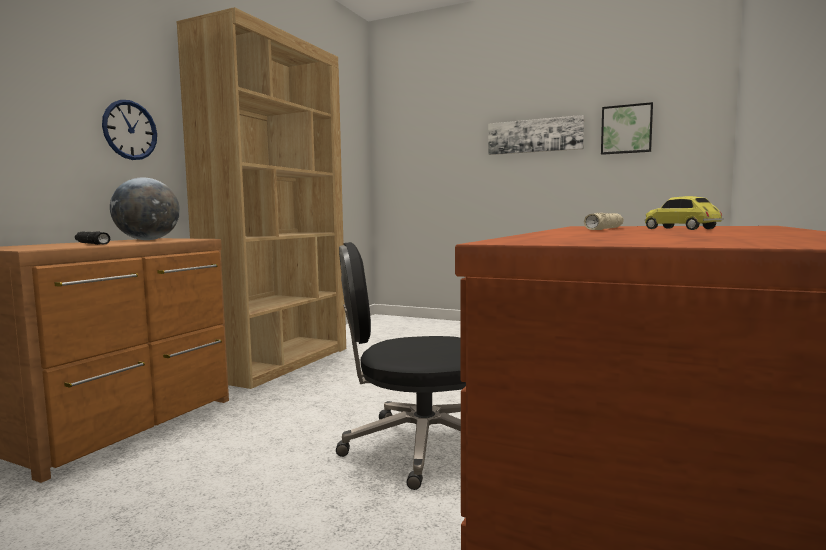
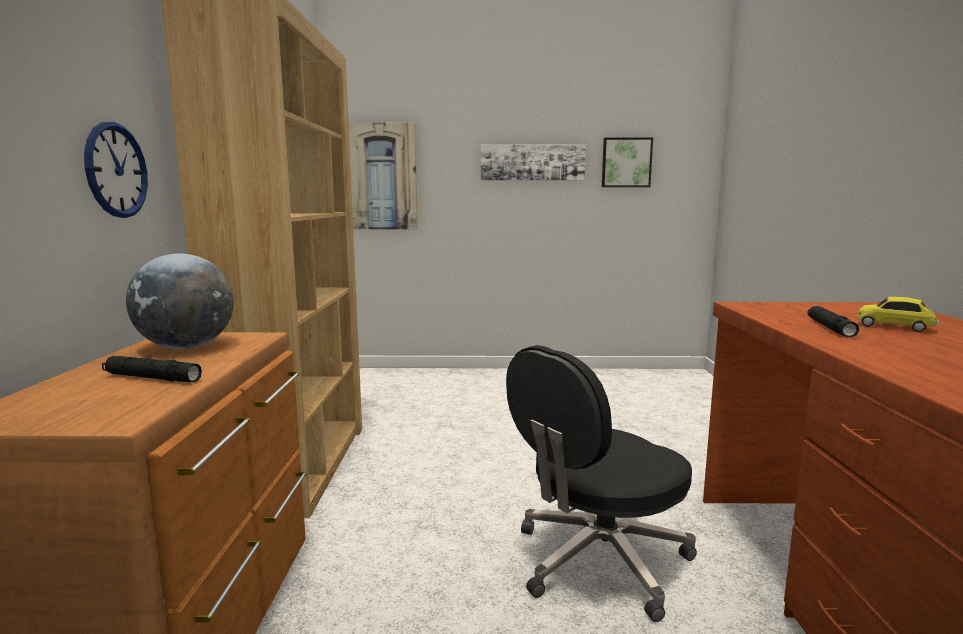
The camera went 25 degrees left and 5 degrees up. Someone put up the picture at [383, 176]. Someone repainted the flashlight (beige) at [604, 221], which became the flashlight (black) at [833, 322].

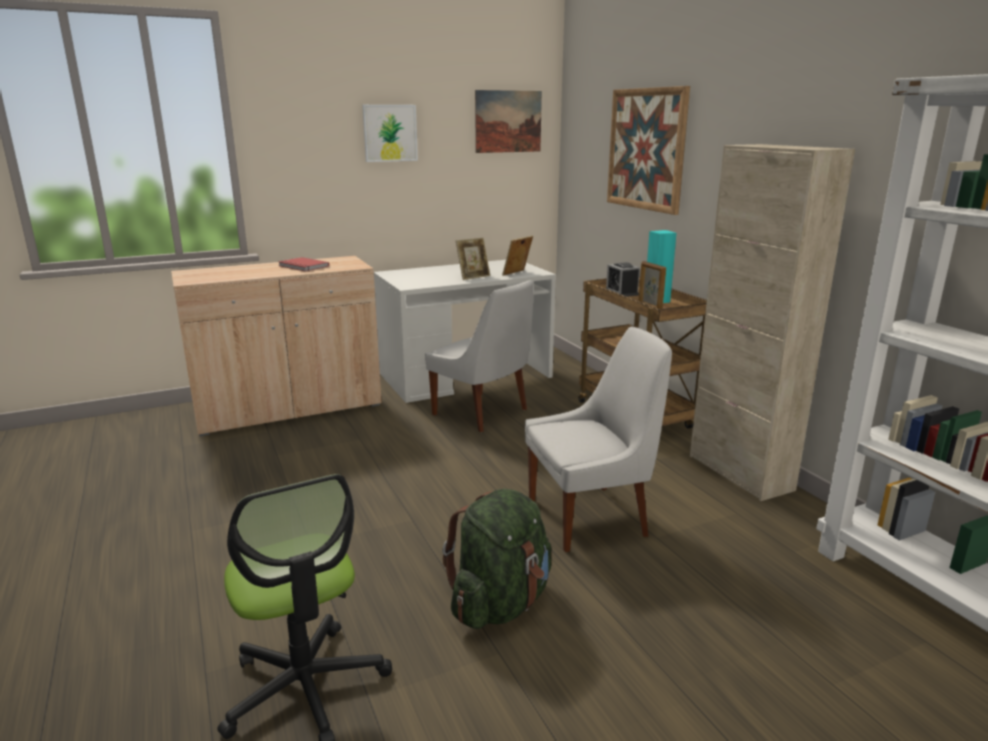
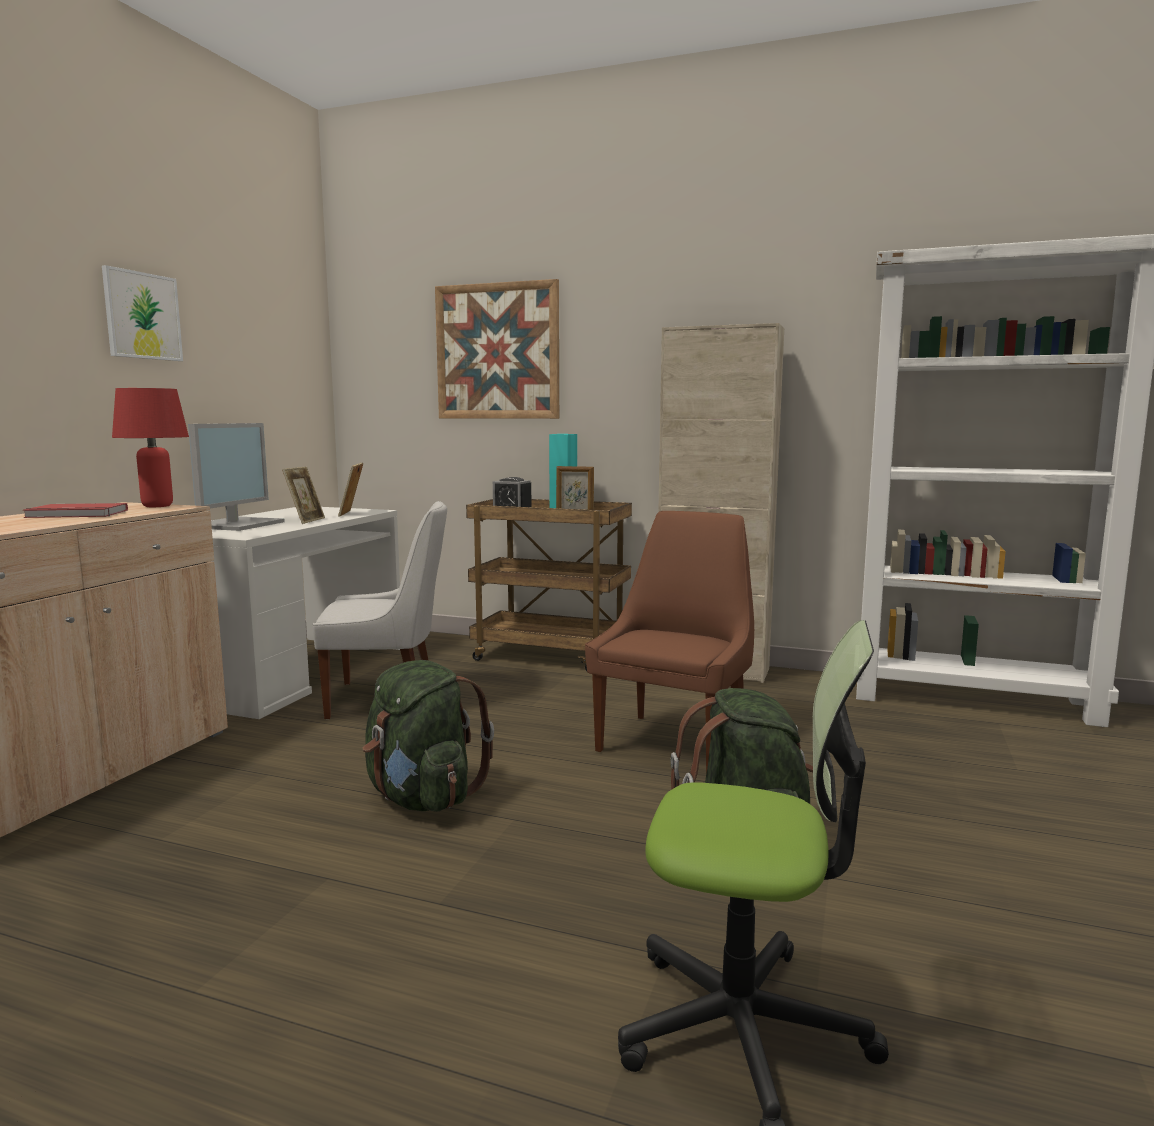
The camera went 45 degrees left and 10 degrees down. Someone took away the picture at [508, 121]. Someone put down the table lamp (red) at [150, 447]. Someone put down the monitor at [236, 477]. Someone put down the backpack (green) at [428, 736]. Someone repainted the chair (white) at [598, 439], which became the chair (brown) at [669, 642].

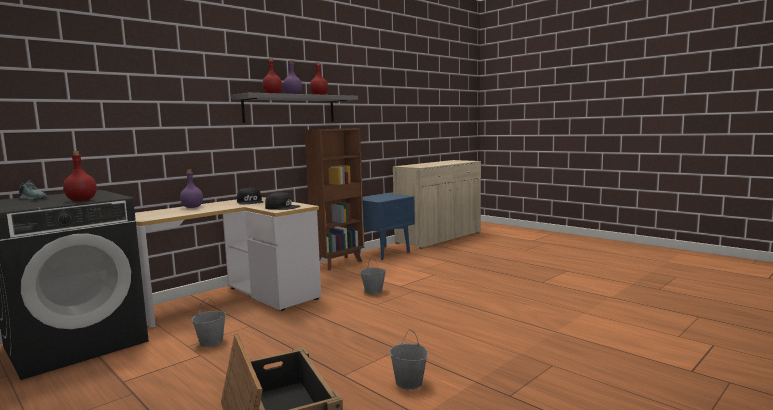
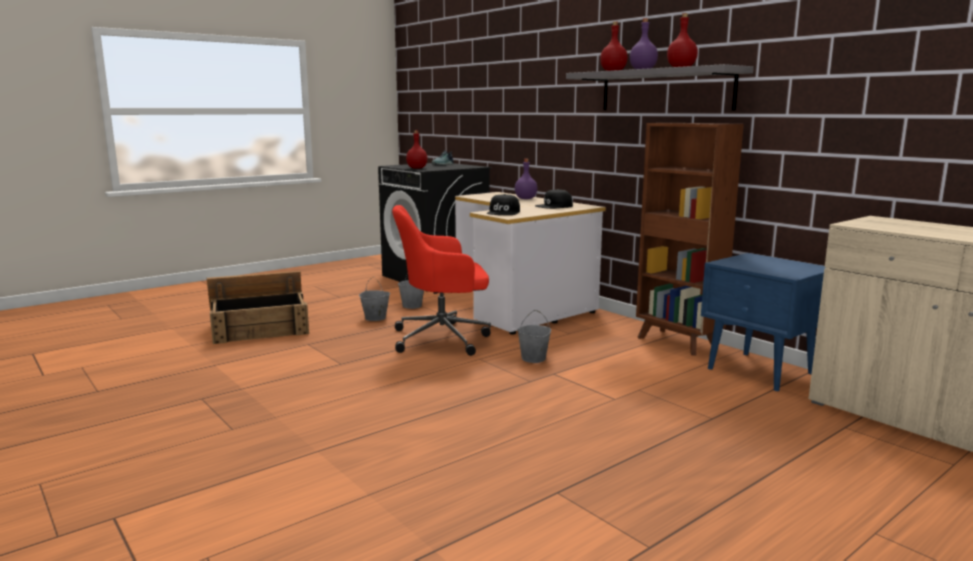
The camera went 95 degrees right and 5 degrees up. Someone put down the office chair (red) at [441, 280]. Someone carried the bucket (grey) from [408, 360] to [374, 299].

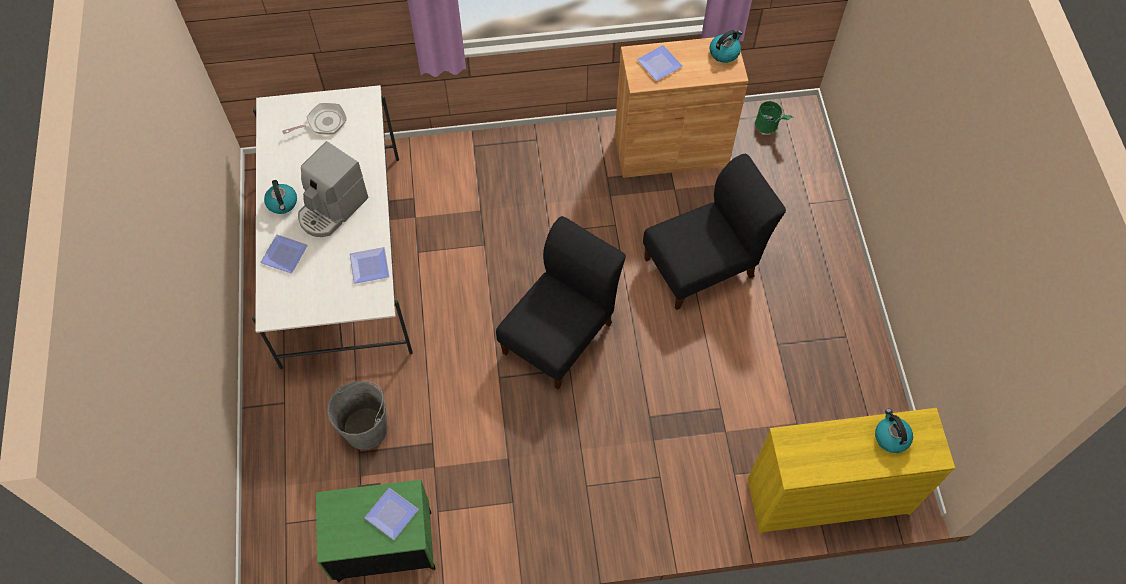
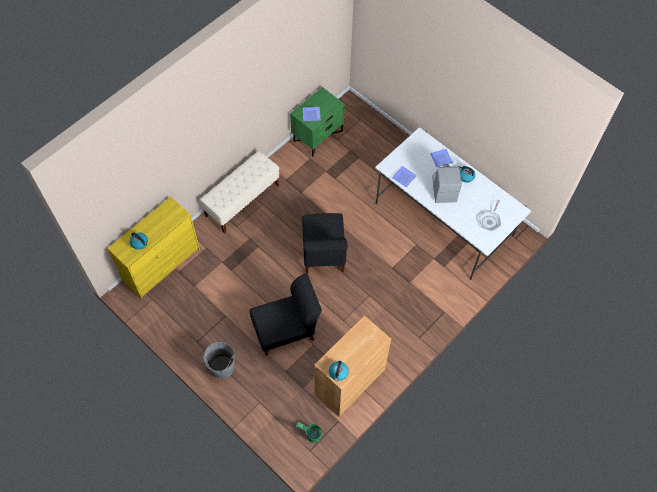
The camera went 140 degrees right and 0 degrees up. Someone took away the plate at [660, 63]. Someone put down the bench (beige) at [239, 192]. Someone carried the bucket (grey) from [357, 415] to [219, 360]. Someone rotated the chair (black) at [714, 232] by 135 degrees counterclockwise.

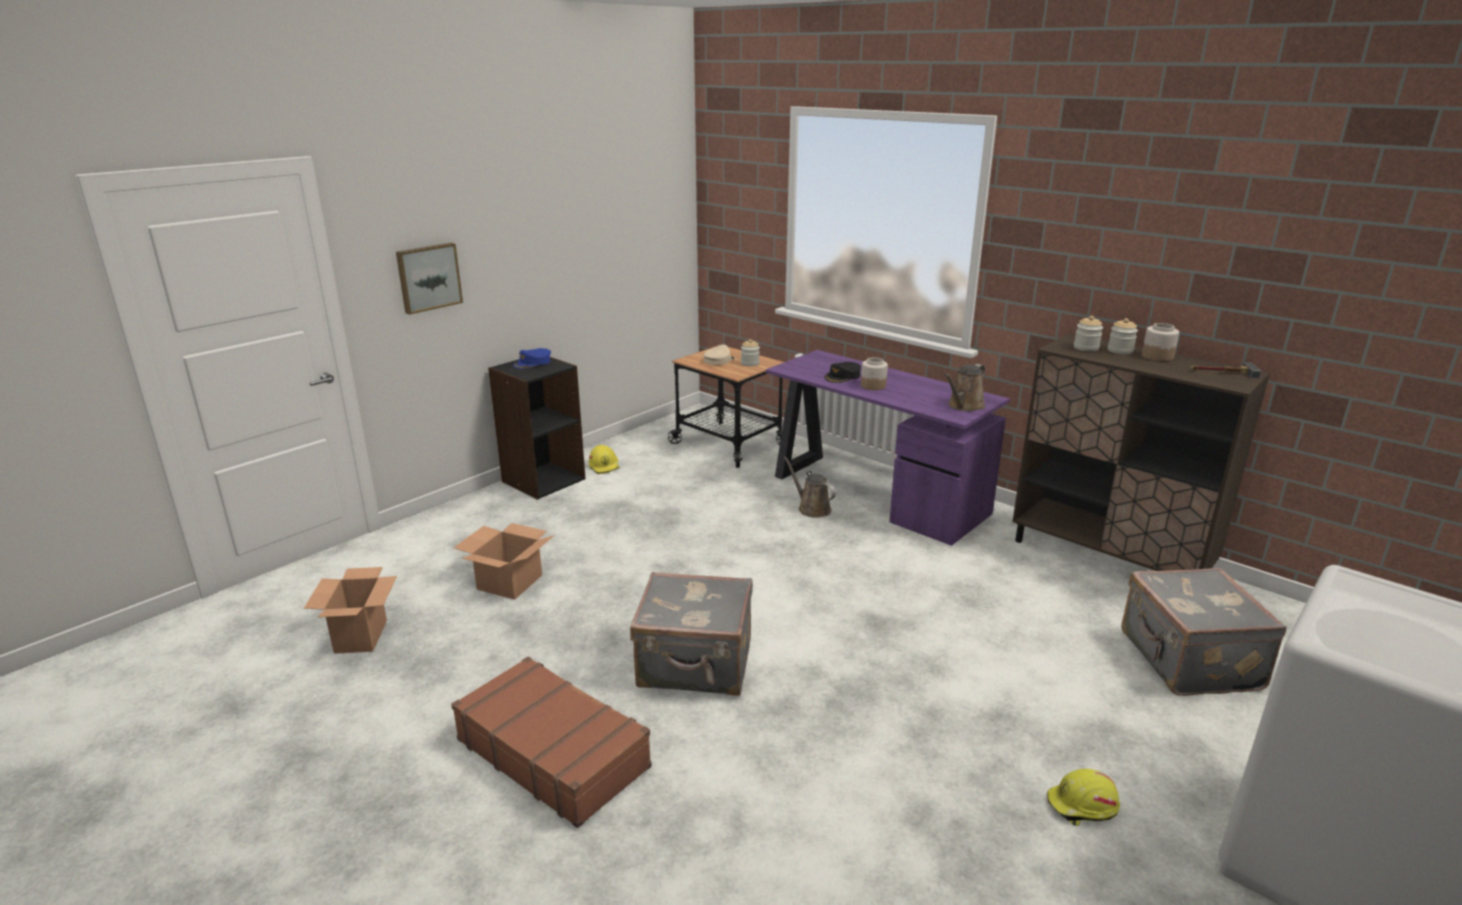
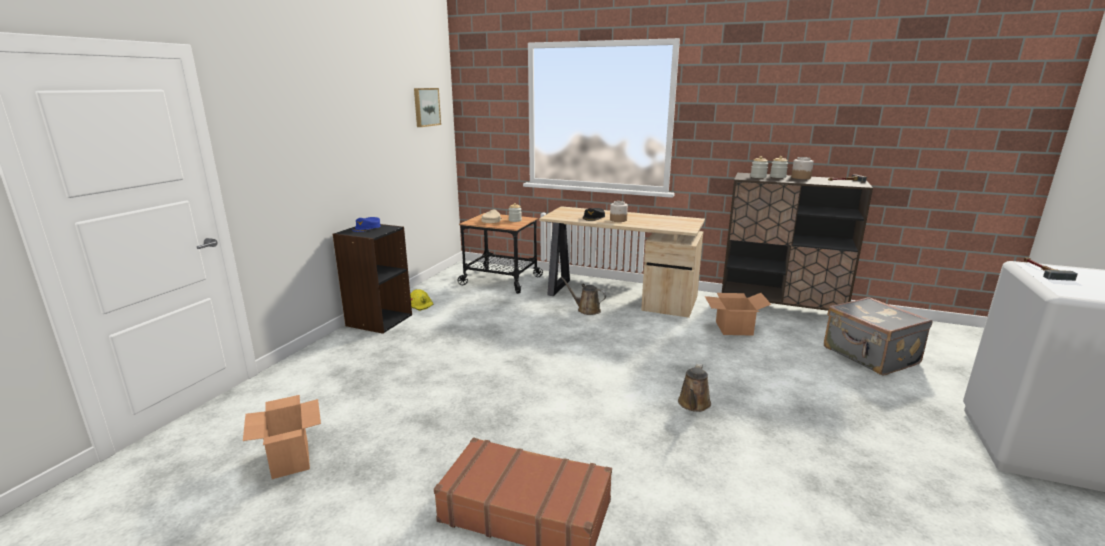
The camera went 20 degrees left and 5 degrees down. Someone took away the suitcase (grey) at [691, 634]. Someone took away the hard hat (yellow) at [1083, 797]. Someone put down the hammer at [1051, 269]. Someone carried the picture from [429, 279] to [427, 107]. Someone carried the cardboard box from [504, 561] to [737, 314]. Someone carried the watering can (brown) from [964, 387] to [694, 388]. Someone repainted the desk (purple) at [888, 448], which became the desk (beige) at [622, 262].

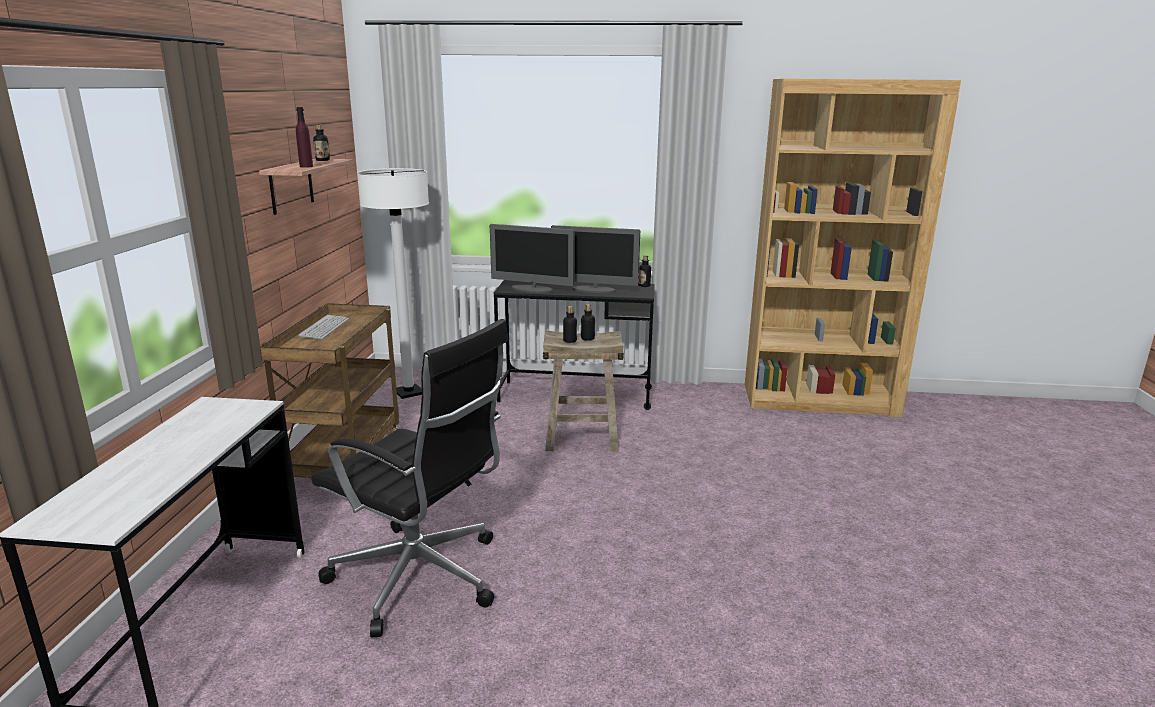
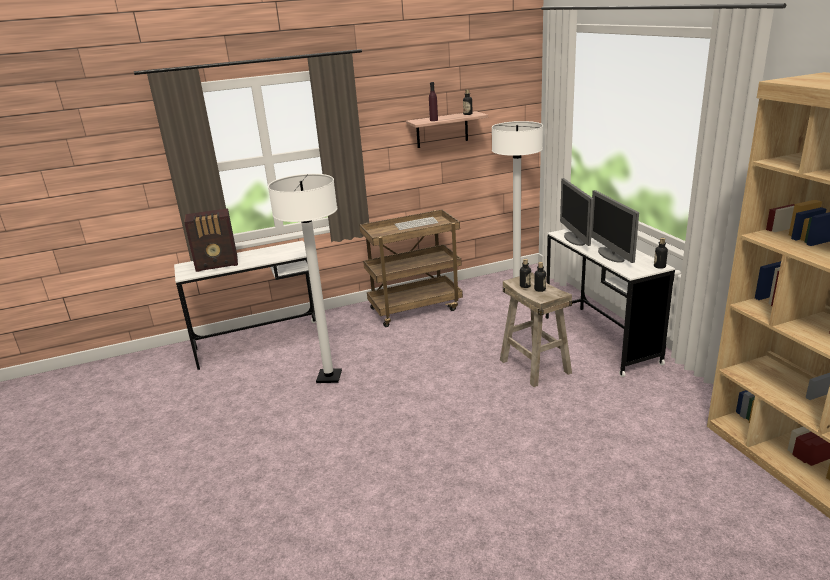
The camera went 65 degrees right and 5 degrees up. Someone put down the radio at [211, 240]. Someone swapped the office chair (black) at [410, 478] for the floor lamp (white) at [305, 278]. Someone repainted the desk (black) at [574, 345], which became the desk (white) at [610, 303].

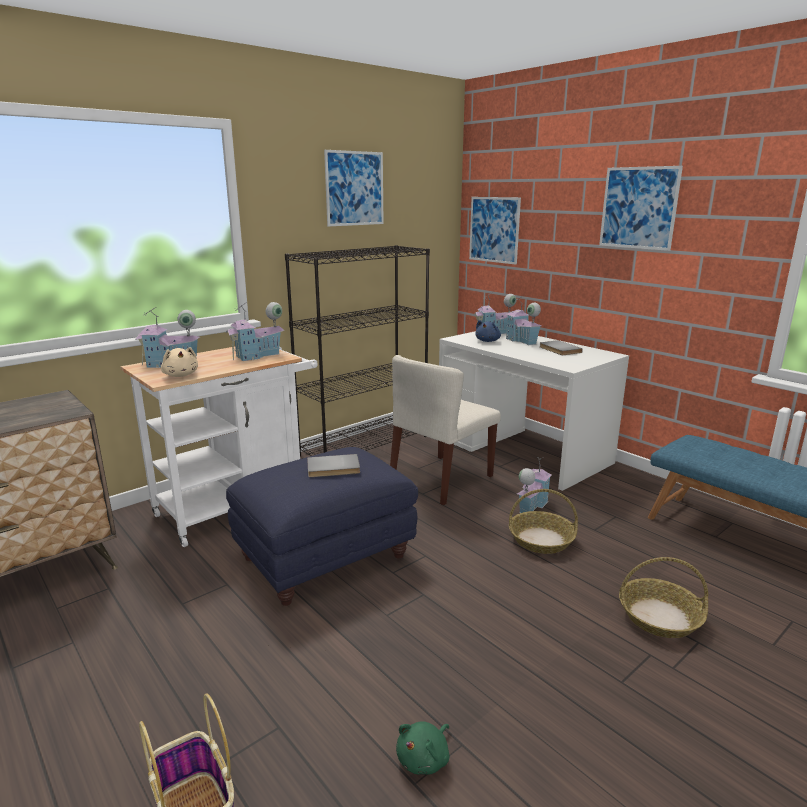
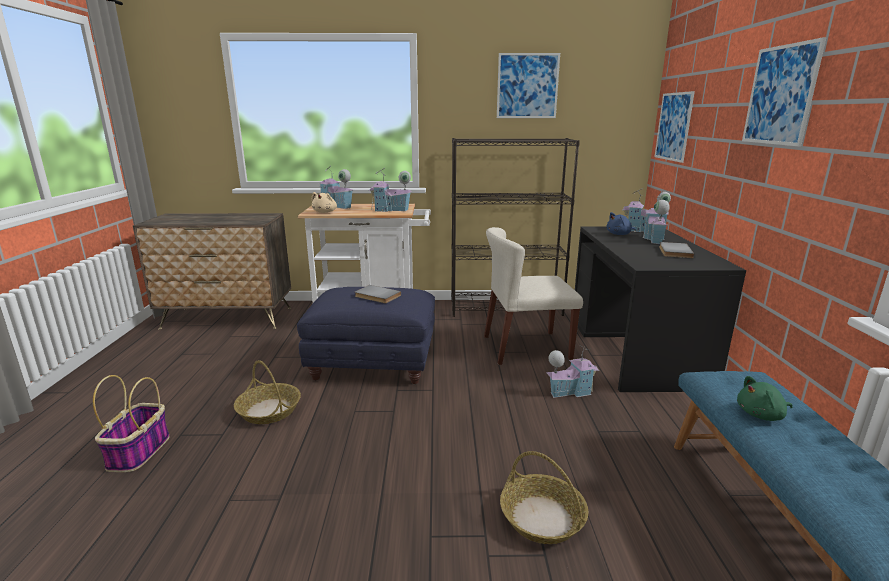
The camera went 40 degrees right and 0 degrees up. Someone carried the plush toy (green) from [423, 748] to [765, 398]. Someone carried the basket from [543, 521] to [267, 392]. Someone repainted the desk (white) at [534, 411], which became the desk (black) at [660, 309].

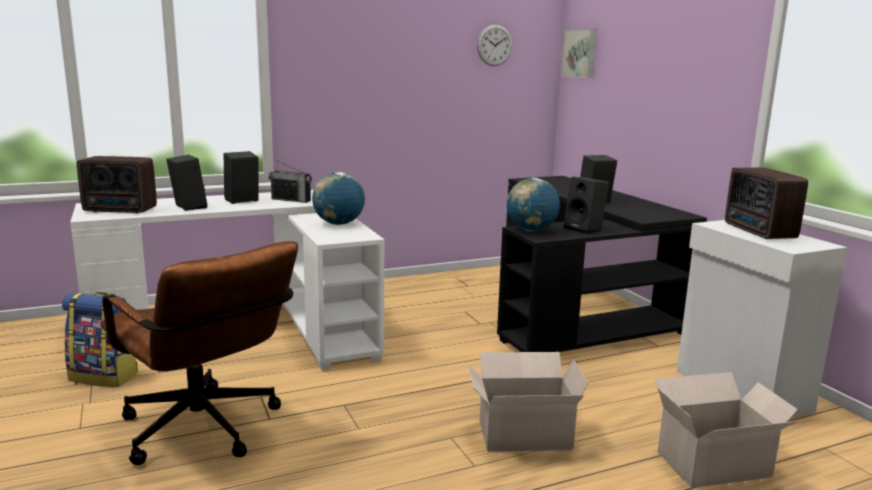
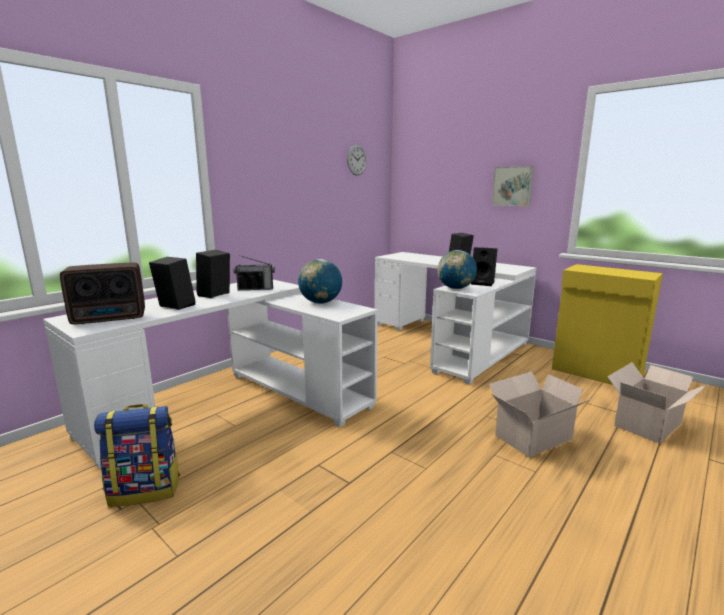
The camera went 25 degrees left and 0 degrees up. Someone took away the office chair (brown) at [199, 353]. Someone took away the radio at [766, 203]. Someone carried the picture from [579, 53] to [513, 186]. Someone repainted the desk (black) at [602, 264], which became the desk (white) at [456, 318]. Someone repainted the cabinet (white) at [762, 319], which became the cabinet (yellow) at [607, 324].

